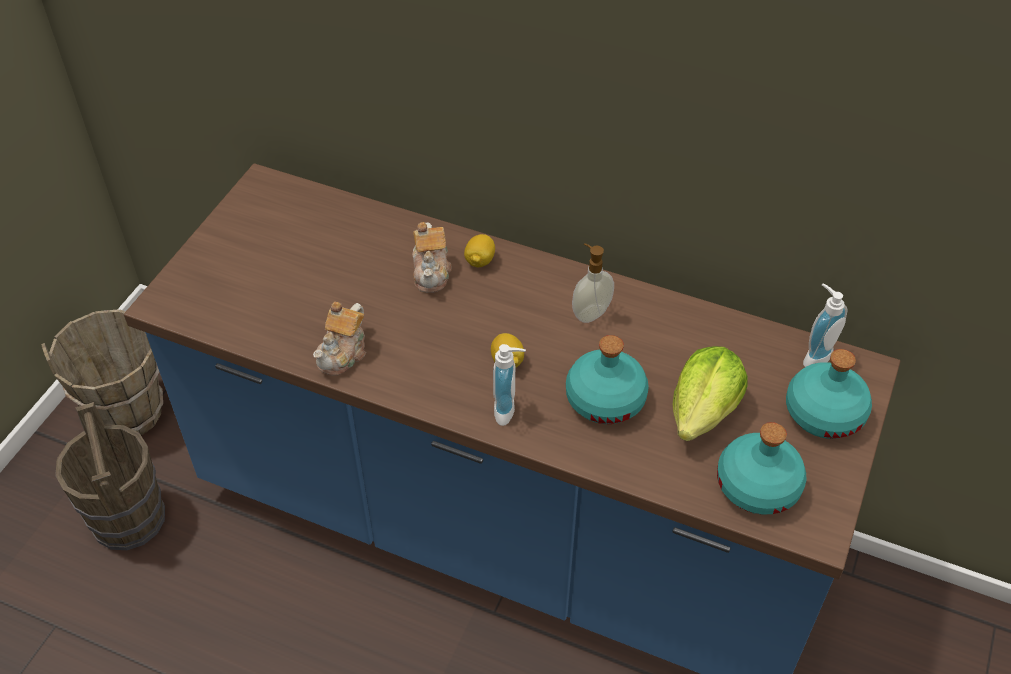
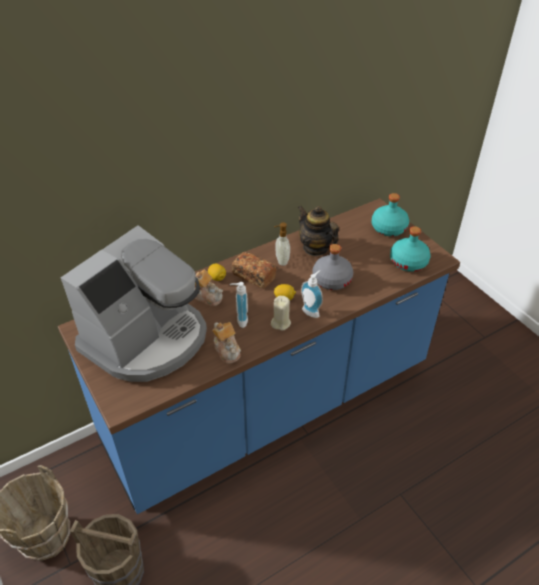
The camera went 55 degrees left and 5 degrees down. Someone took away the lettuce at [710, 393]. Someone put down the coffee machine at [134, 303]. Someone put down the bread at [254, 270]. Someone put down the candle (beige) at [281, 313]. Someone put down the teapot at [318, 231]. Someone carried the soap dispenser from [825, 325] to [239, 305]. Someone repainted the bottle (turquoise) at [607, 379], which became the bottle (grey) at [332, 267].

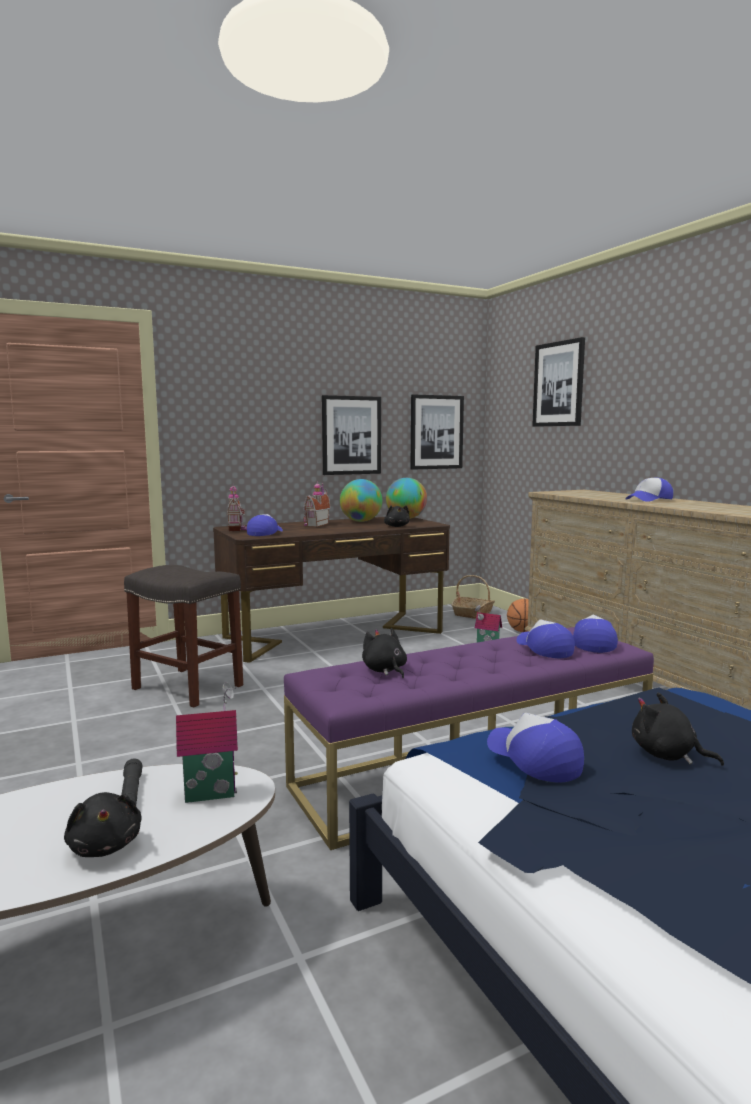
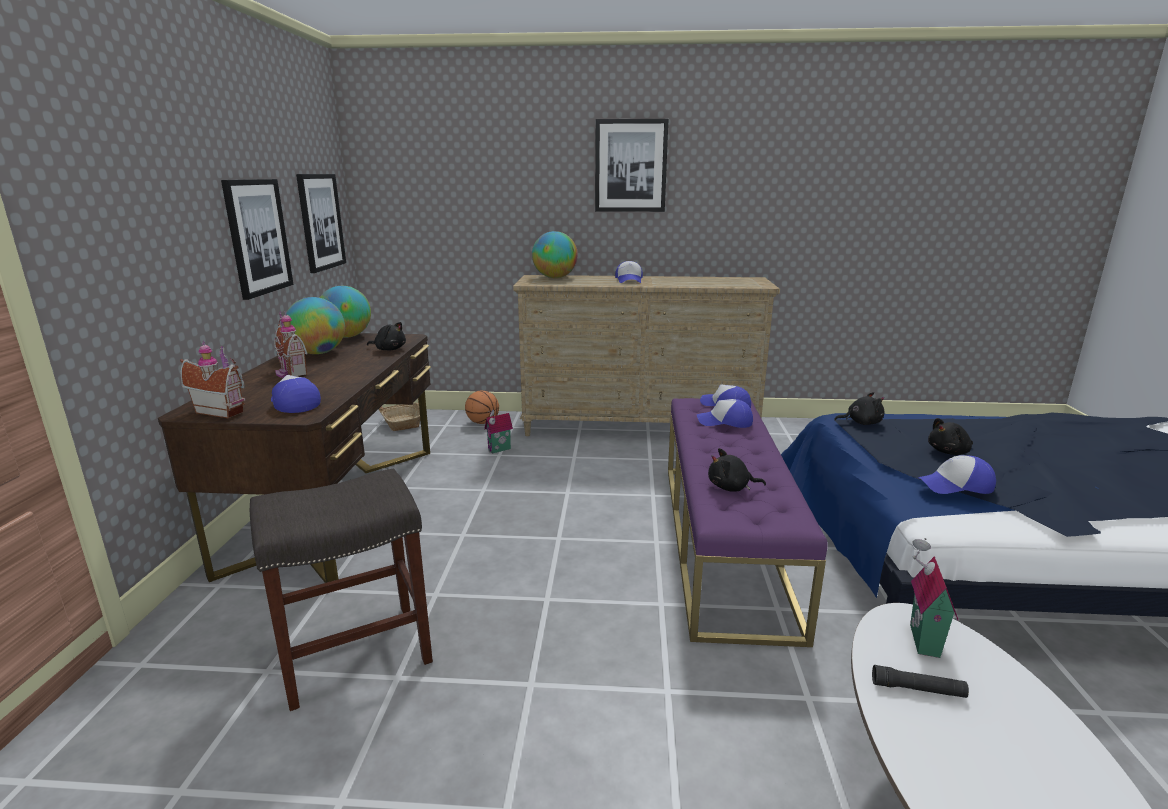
The camera went 60 degrees left and 10 degrees up. Someone put down the globe at [555, 254]. Someone carried the plush toy (black) from [103, 824] to [859, 408]. Someone carried the picture from [558, 382] to [632, 165].

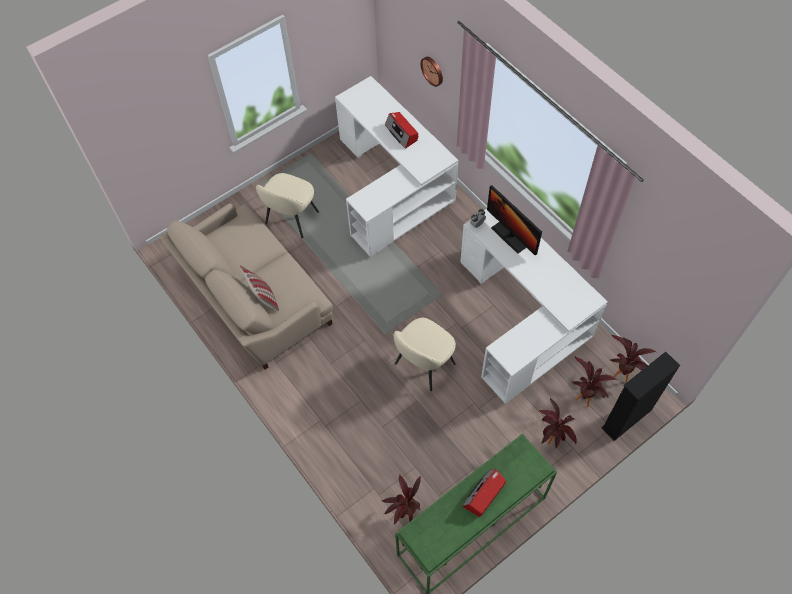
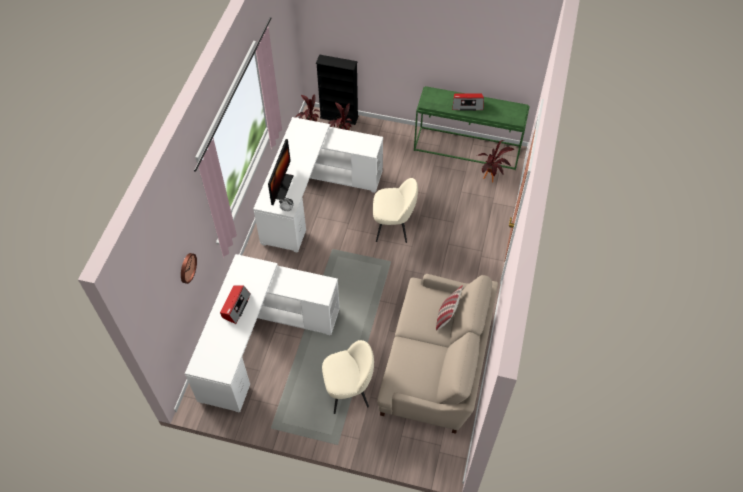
The camera went 130 degrees left and 5 degrees down. Someone took away the potted plant at [558, 423].

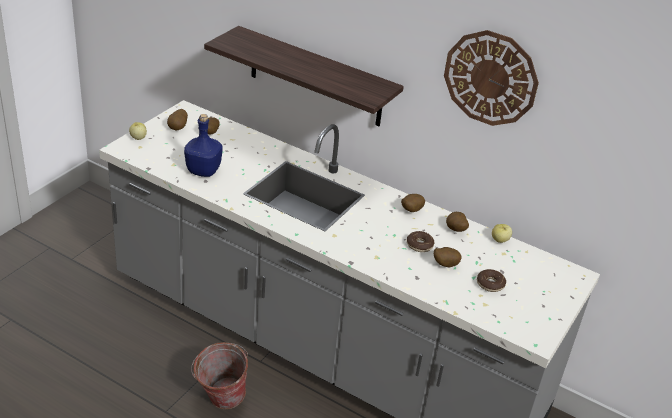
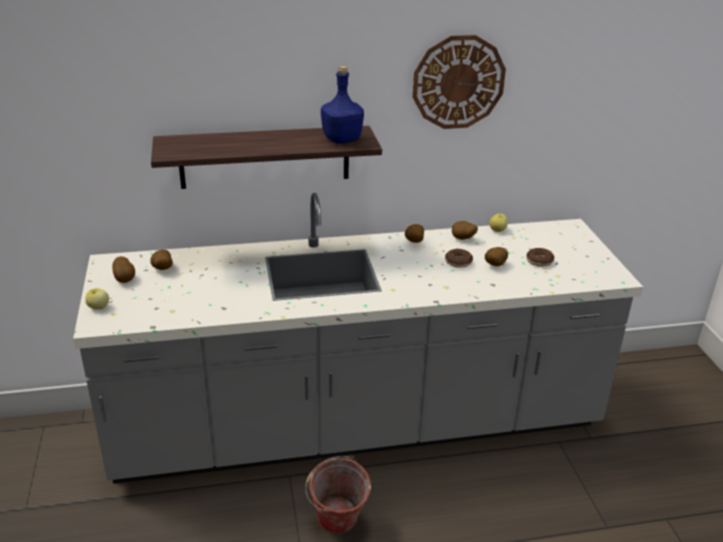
The camera went 40 degrees left and 5 degrees down. Someone carried the bottle (blue) from [203, 145] to [342, 104].

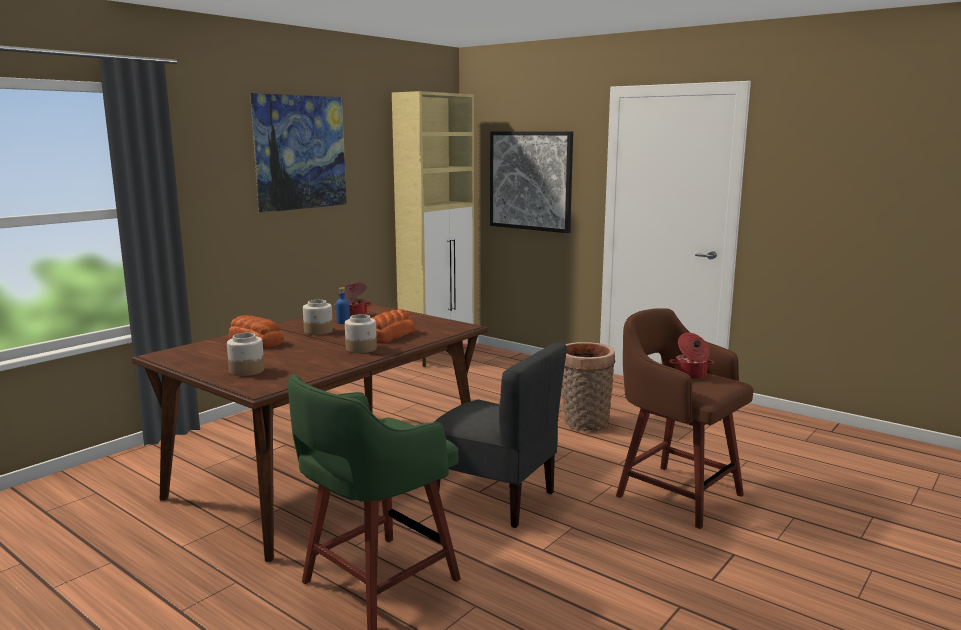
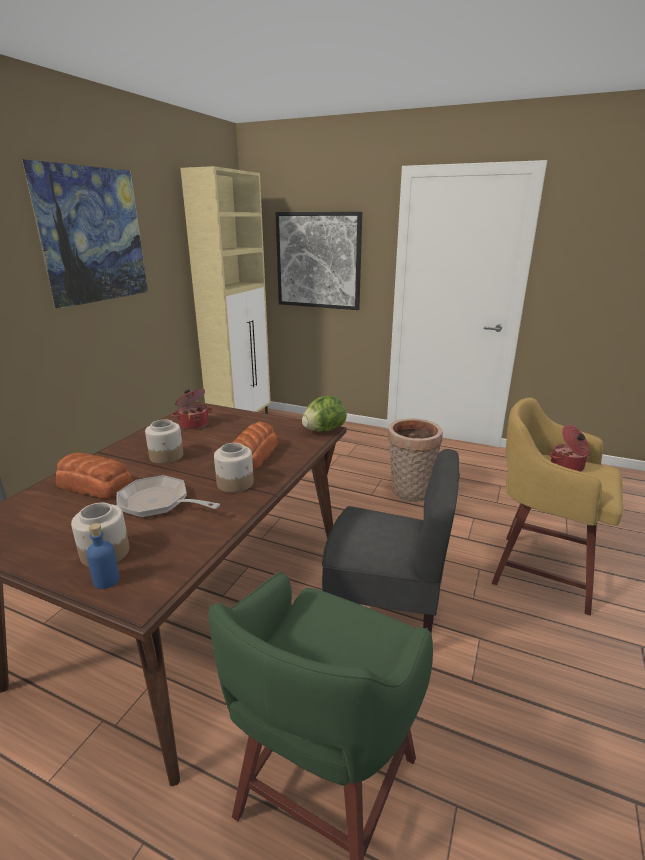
The camera went 15 degrees left and 10 degrees up. Someone put down the frying pan at [168, 496]. Someone put down the lettuce at [324, 414]. Someone carried the bottle (blue) from [343, 305] to [102, 556]. Someone repainted the stool (brown) at [685, 418], which became the stool (yellow) at [557, 506].

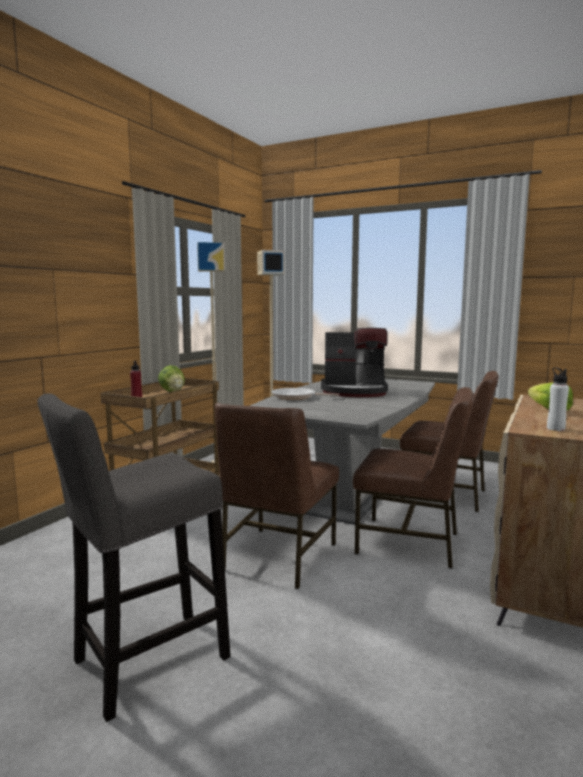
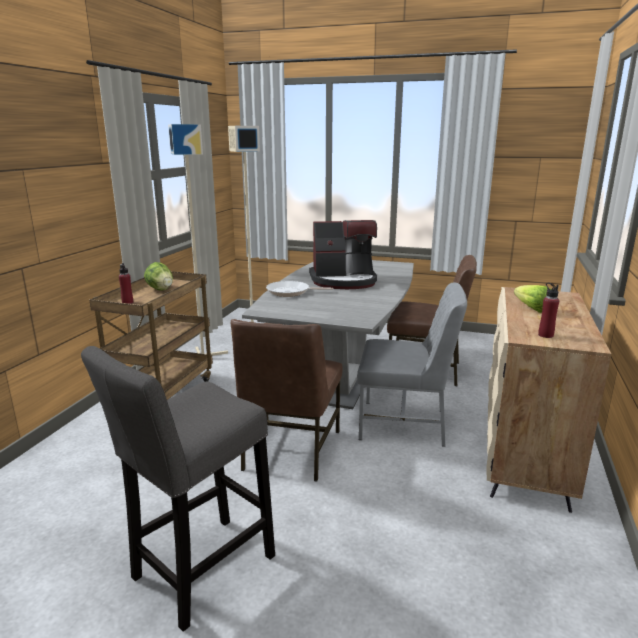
The camera went 10 degrees left and 10 degrees up. Someone repainted the chair (brown) at [413, 478], which became the chair (grey) at [412, 365]. Someone repainted the bottle (white) at [558, 399], which became the bottle (red) at [548, 310].

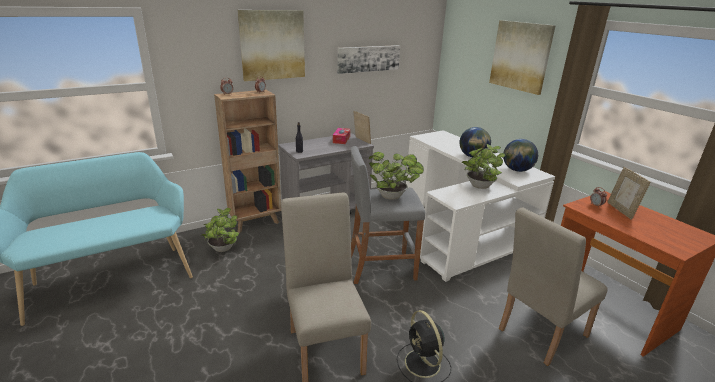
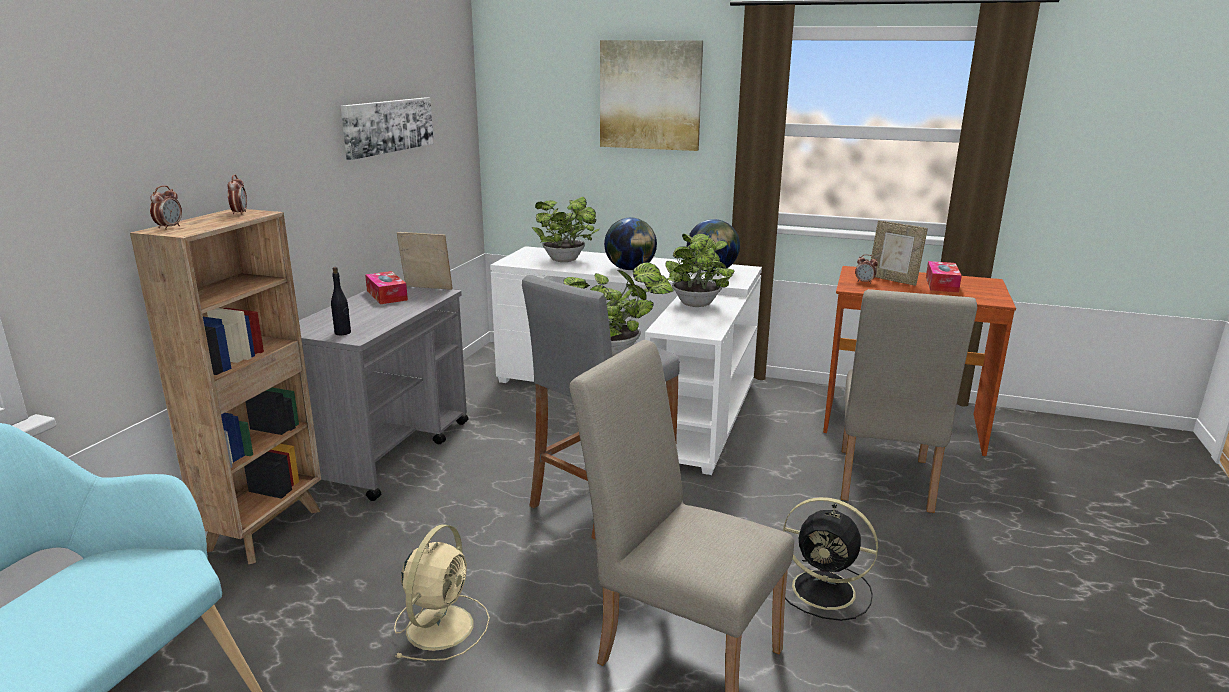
The camera went 40 degrees left and 5 degrees down. Someone took away the picture at [271, 45]. Someone put down the fan (beige) at [442, 592]. Someone put down the tissue box at [944, 277]. Someone carried the potted plant from [219, 230] to [566, 229].

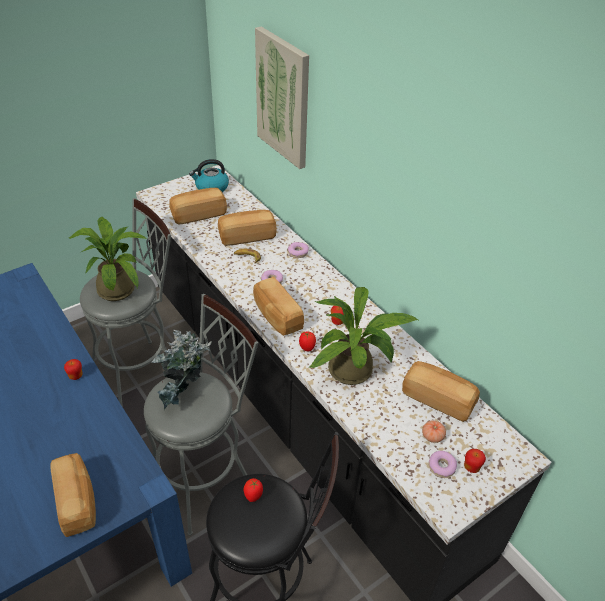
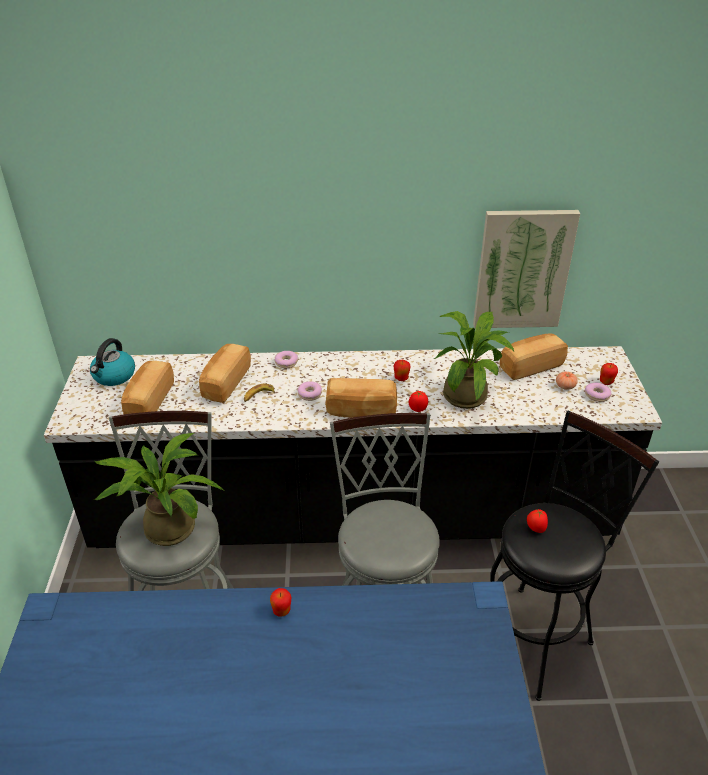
The camera went 55 degrees left and 5 degrees down. Someone took away the bread at [73, 495]. Someone took away the potted plant at [181, 370]. Someone carried the picture from [282, 97] to [526, 269].

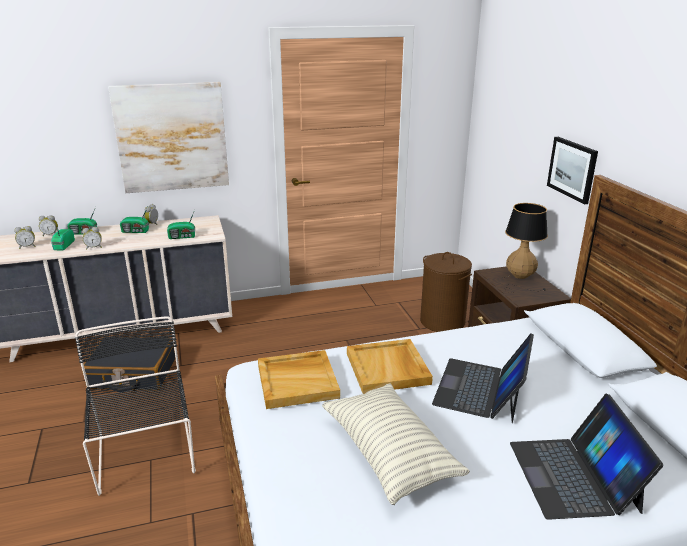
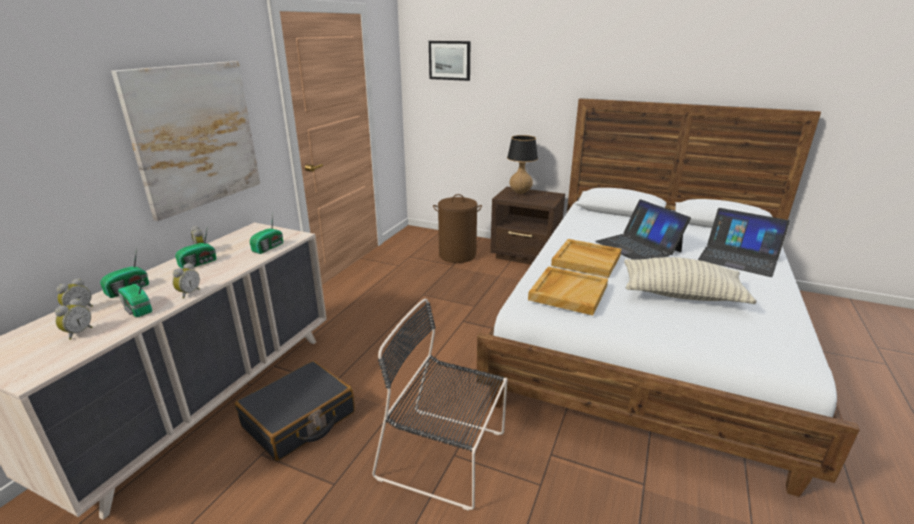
The camera went 50 degrees left and 0 degrees up. Someone carried the picture from [572, 170] to [449, 61].

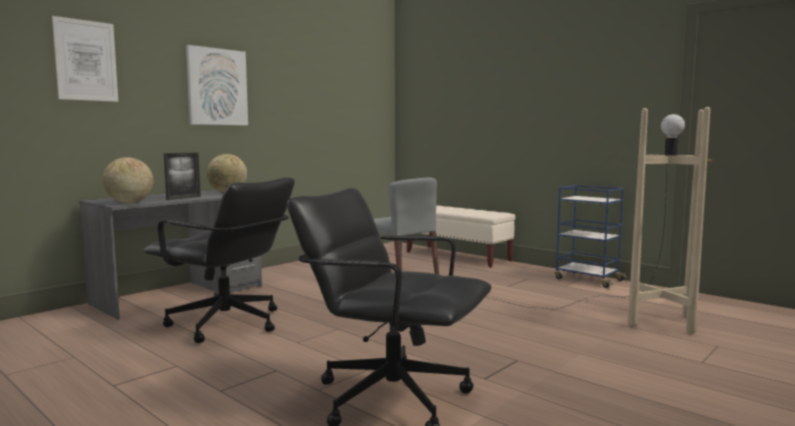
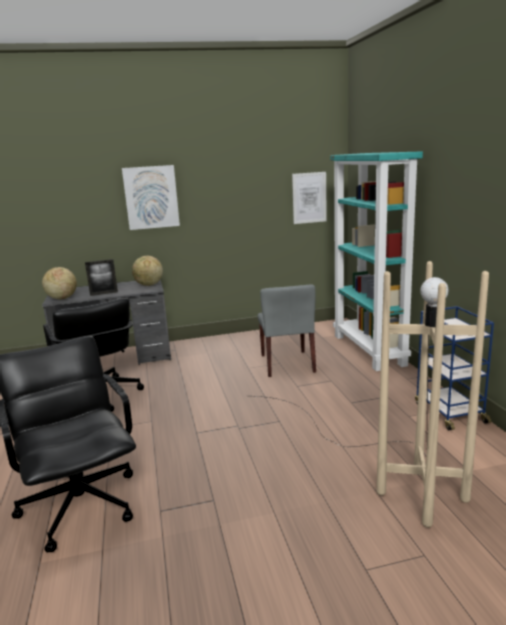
The camera went 35 degrees right and 10 degrees up. Someone carried the picture from [85, 59] to [309, 198]. Someone swapped the bench (beige) at [461, 237] for the bookcase (turquoise) at [376, 261].

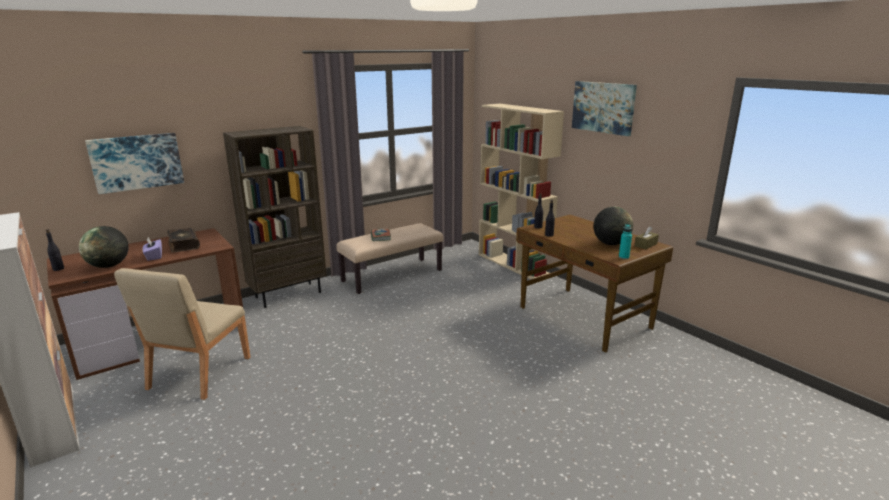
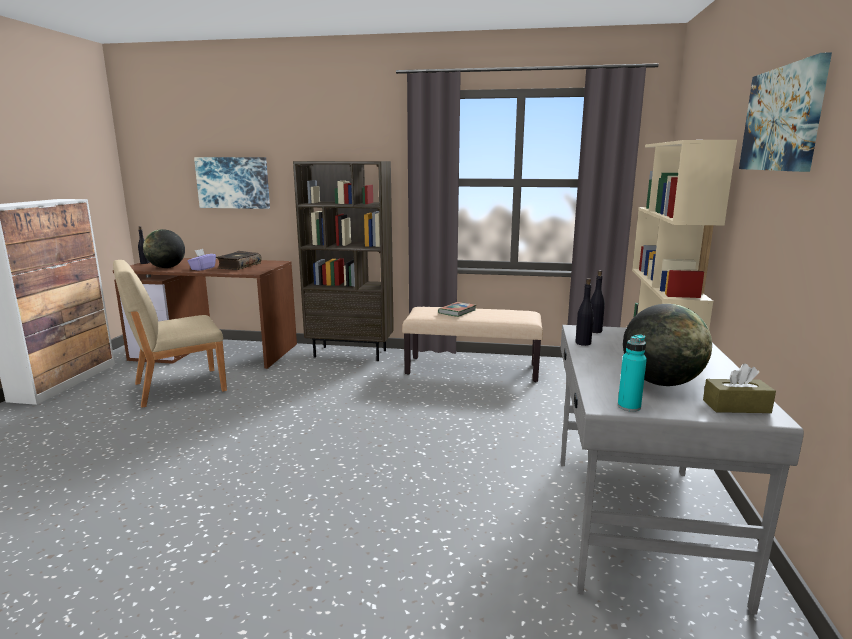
The camera went 45 degrees right and 5 degrees down. Someone repainted the desk (brown) at [594, 284], which became the desk (grey) at [682, 470].

